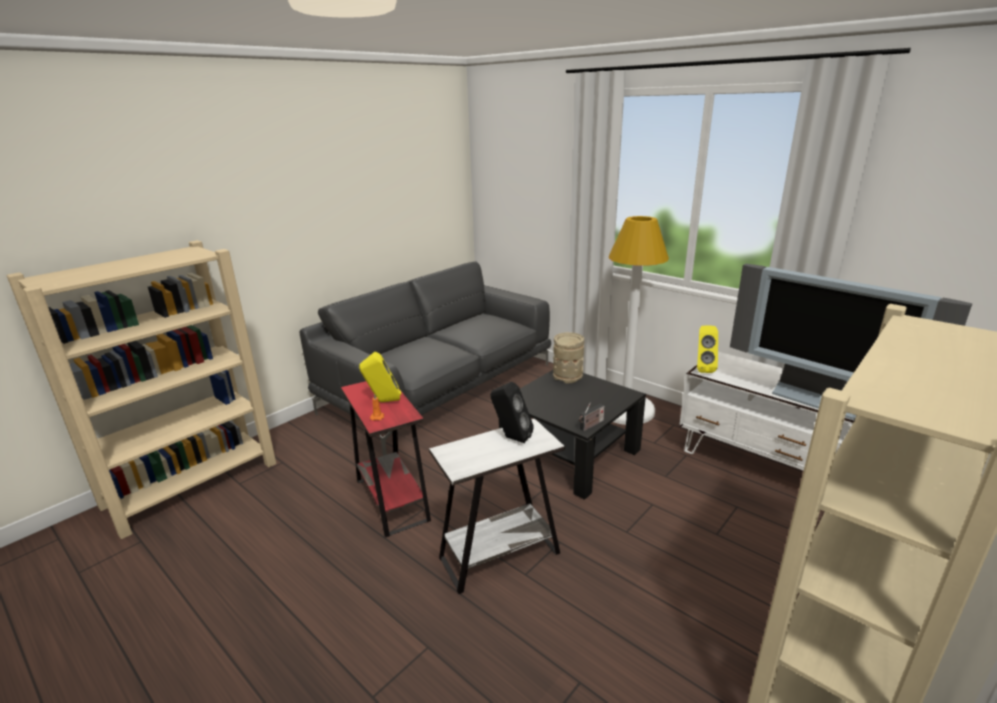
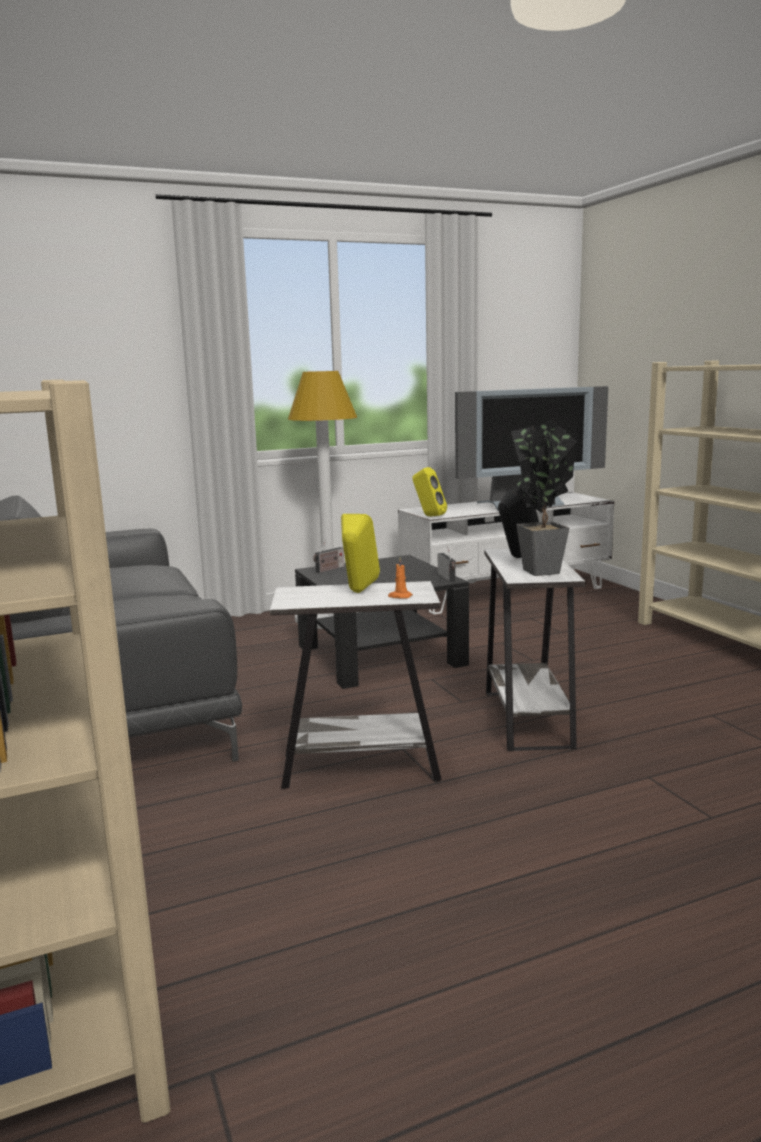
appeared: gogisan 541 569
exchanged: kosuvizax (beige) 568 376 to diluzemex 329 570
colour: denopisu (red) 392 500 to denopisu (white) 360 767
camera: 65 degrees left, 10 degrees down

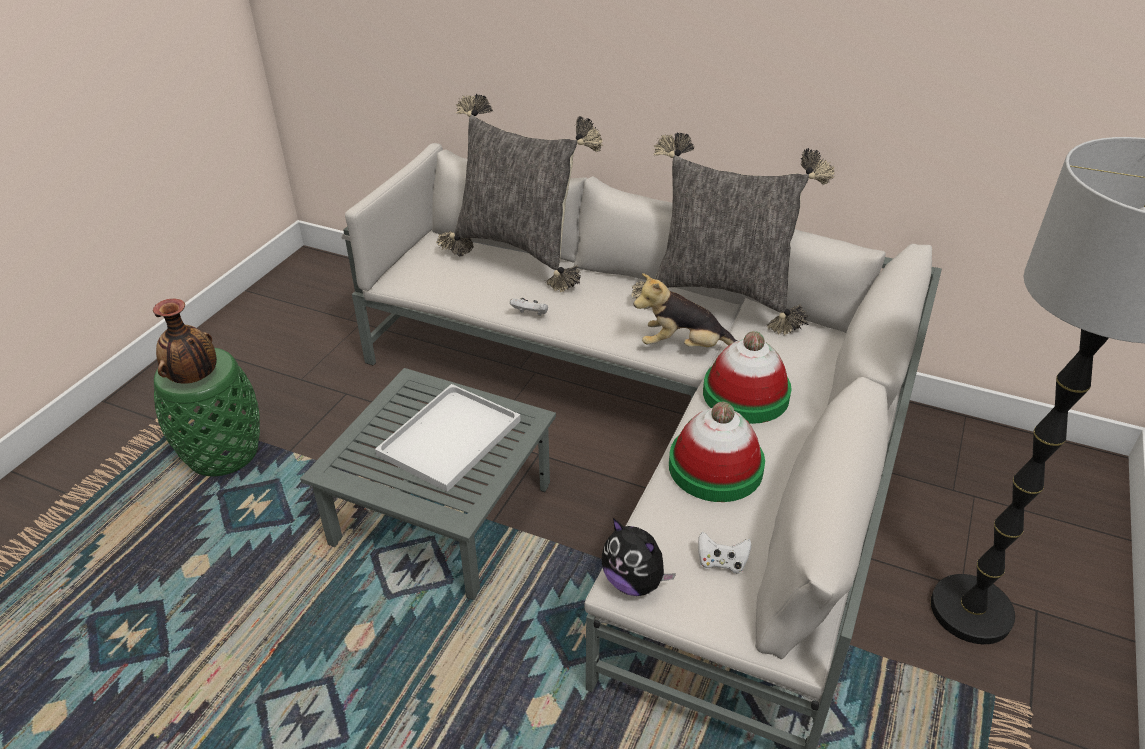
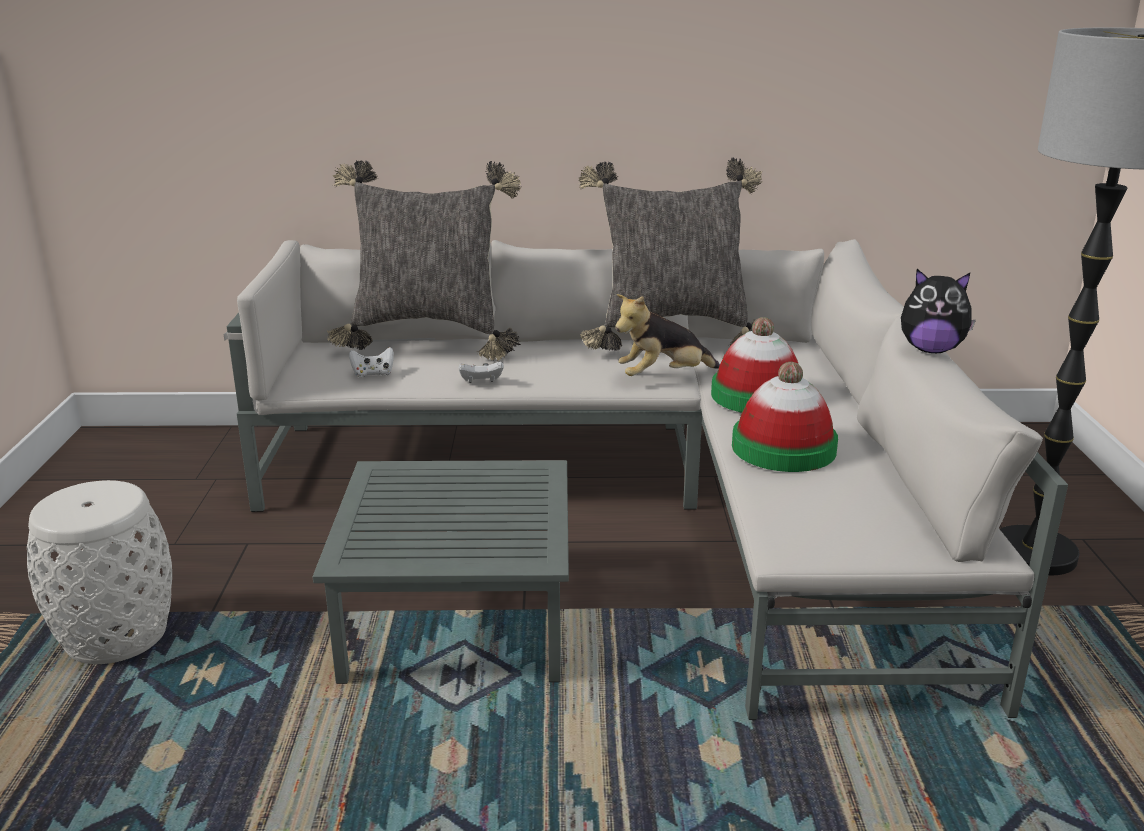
missing: kosuvizax 194 378; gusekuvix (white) 449 440
relocated: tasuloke 634 582 to 931 350; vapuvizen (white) 721 562 to 373 374
colour: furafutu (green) 223 453 to furafutu (white) 117 635
camera: 25 degrees left, 15 degrees down

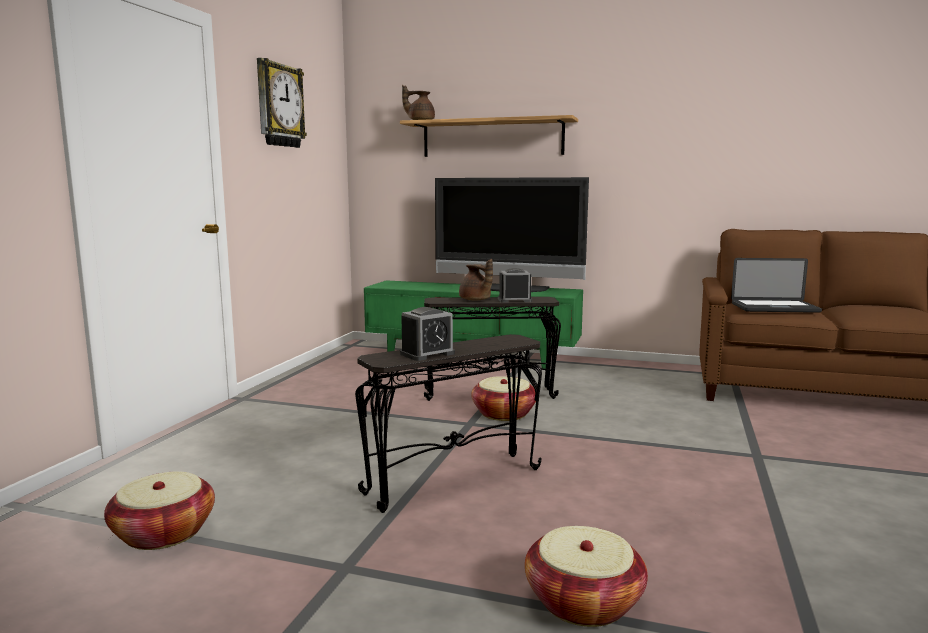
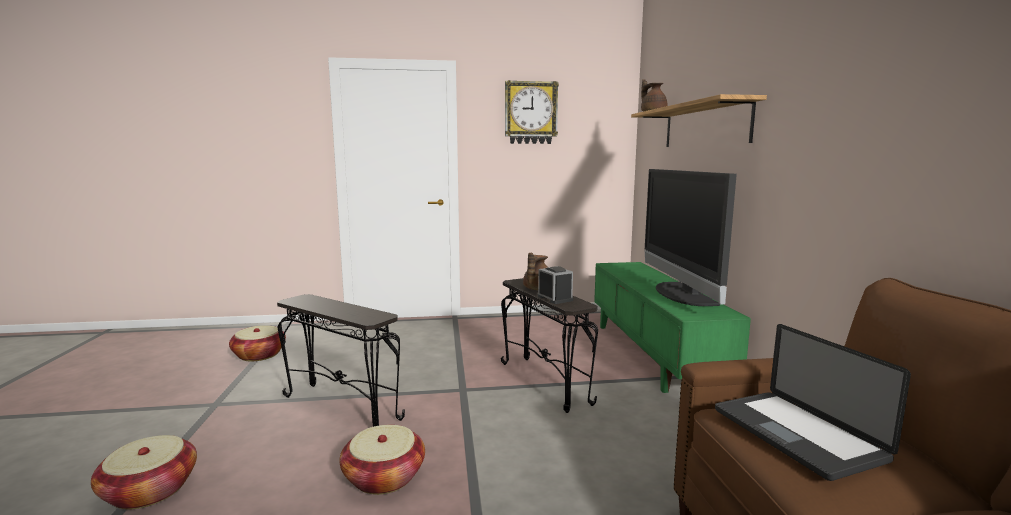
missing: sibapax 427 354
relocated: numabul 504 414 to 384 477
camera: 65 degrees right, 0 degrees up

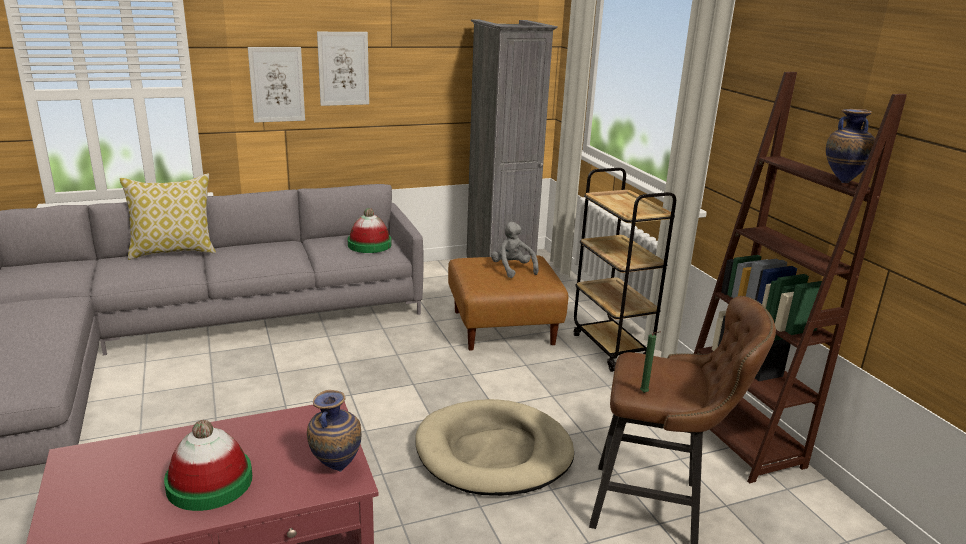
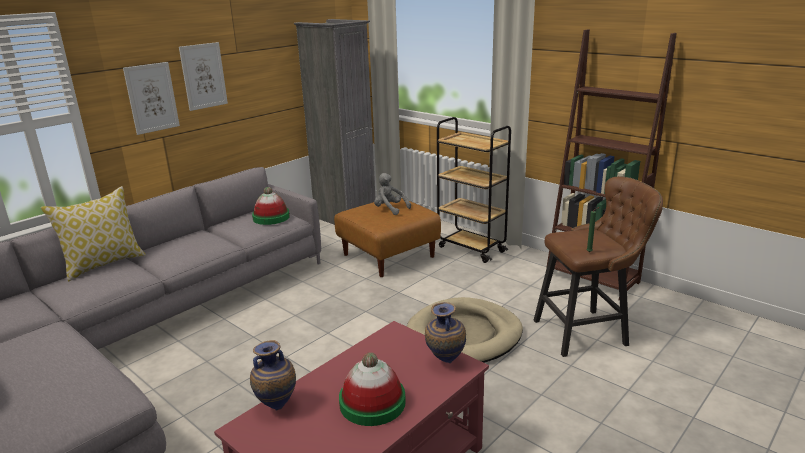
relocated: kosuvizax 842 181 to 277 406
camera: 25 degrees left, 0 degrees up

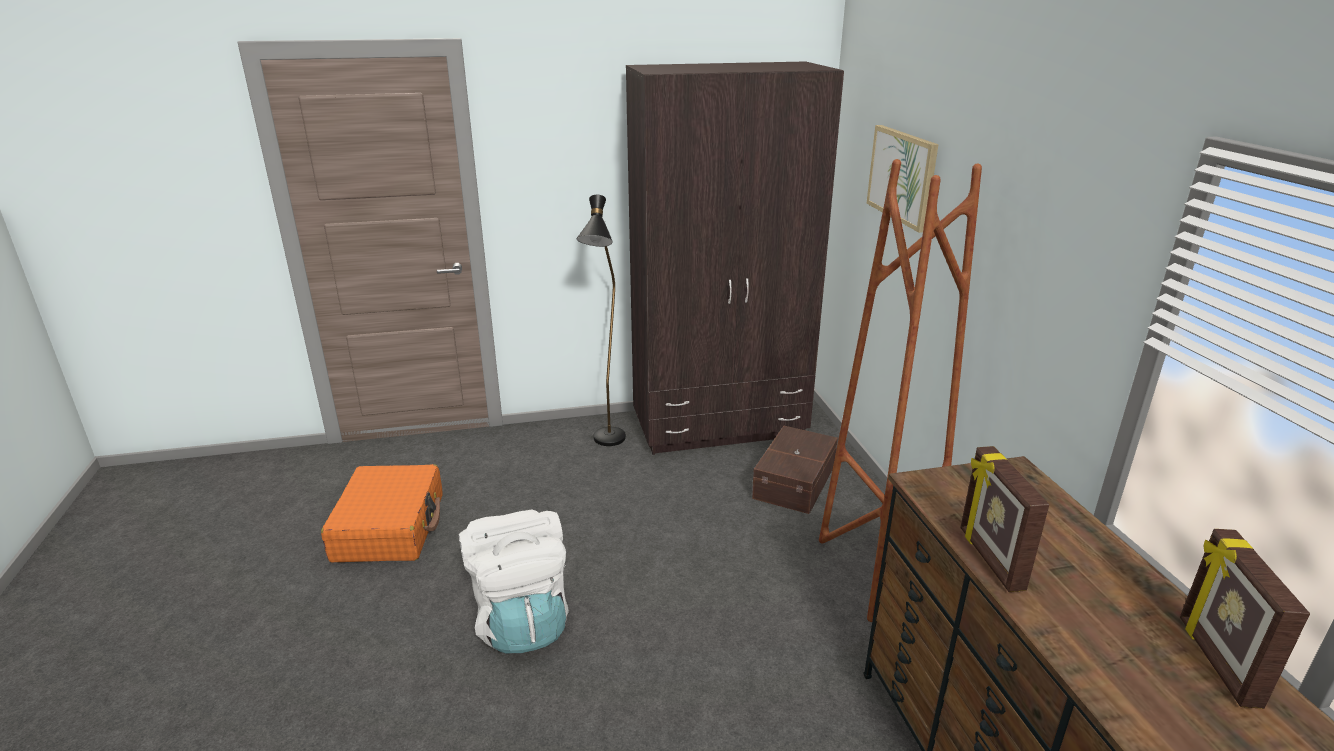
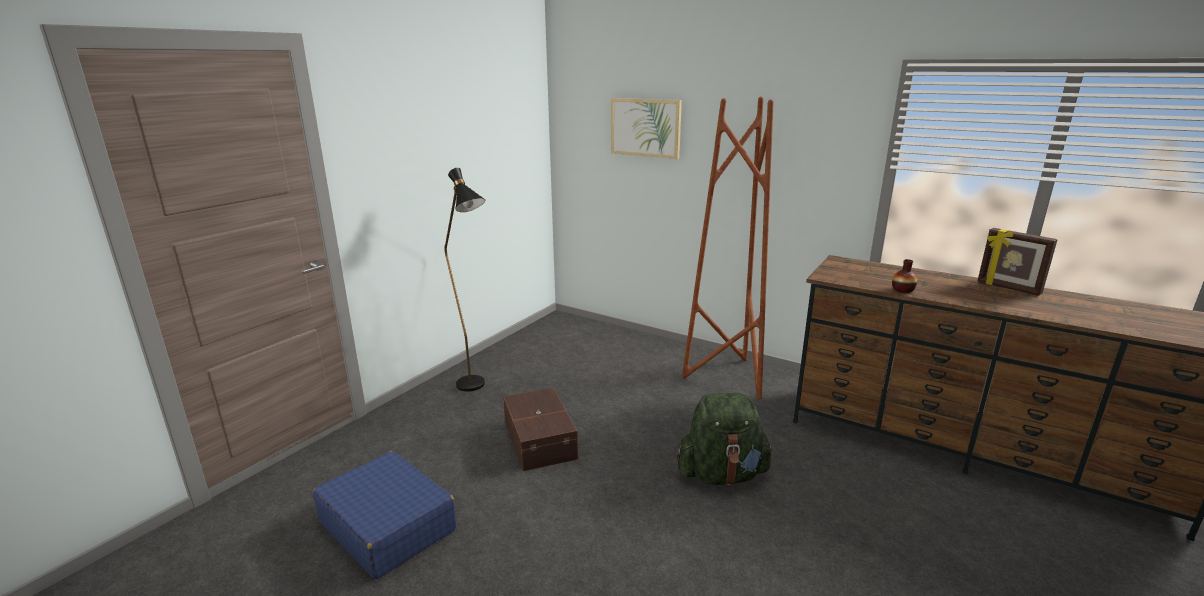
missing: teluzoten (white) 521 620; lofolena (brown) 720 426
appeared: teluzoten (green) 721 474
relocated: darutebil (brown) 796 481 to 541 439
exchanged: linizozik 989 559 to kosuvizax 902 290
colour: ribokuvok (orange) 390 527 to ribokuvok (blue) 387 525
camera: 45 degrees left, 5 degrees down

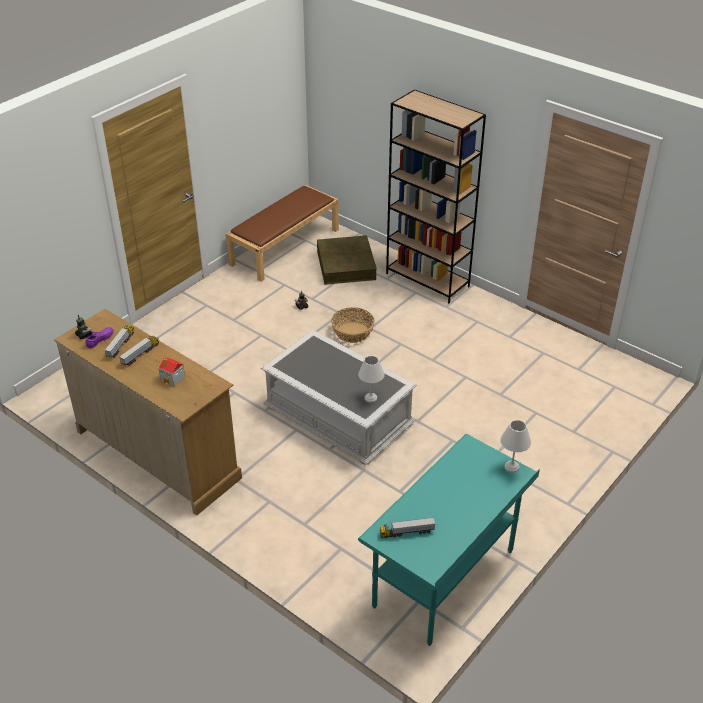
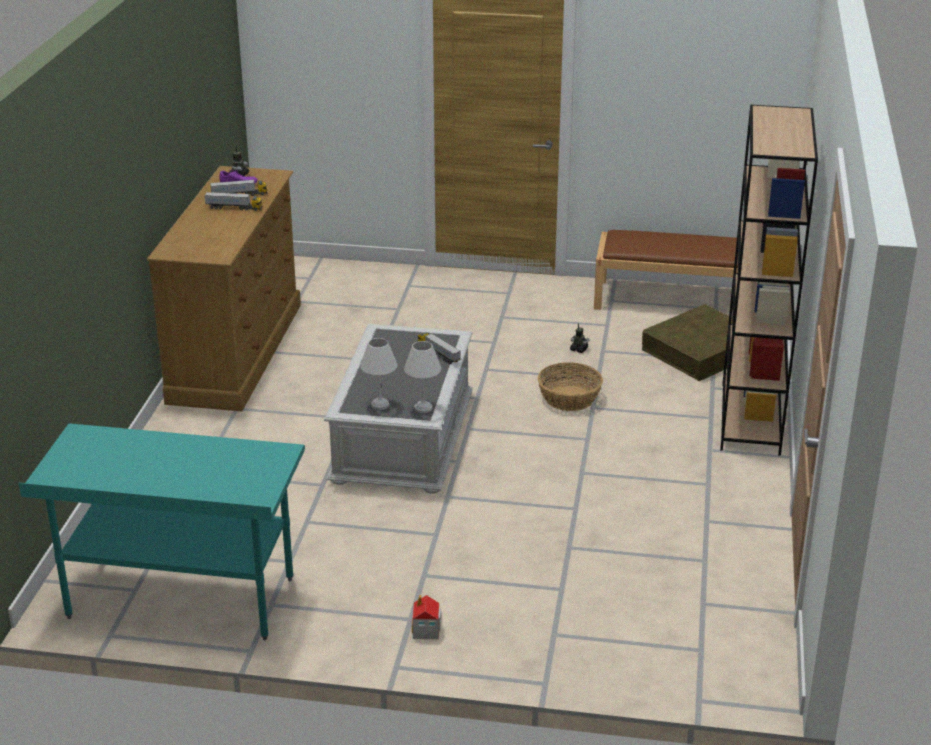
relocated: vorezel 173 378 to 426 631; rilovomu 407 532 to 438 354; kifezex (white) 511 467 to 422 408
camera: 60 degrees right, 10 degrees down

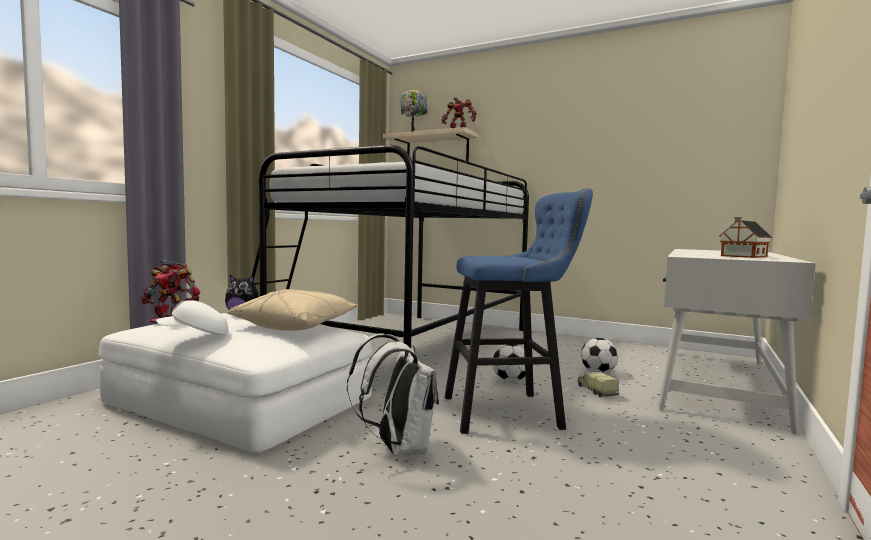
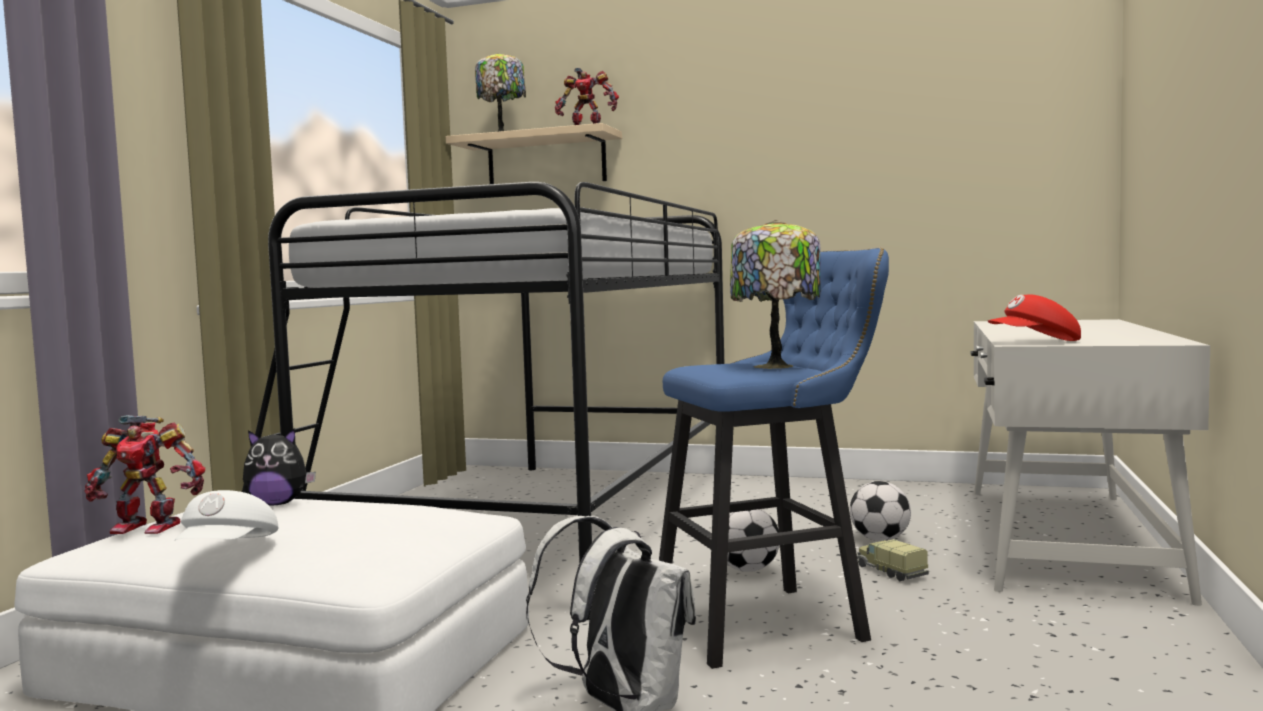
missing: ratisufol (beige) 296 326; vorezel 742 256
appeared: kifezex 776 366; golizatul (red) 1035 342
spun: golizatul (white) 195 335 = 229 551 60 degrees counterclockwise
camera: 10 degrees left, 0 degrees up

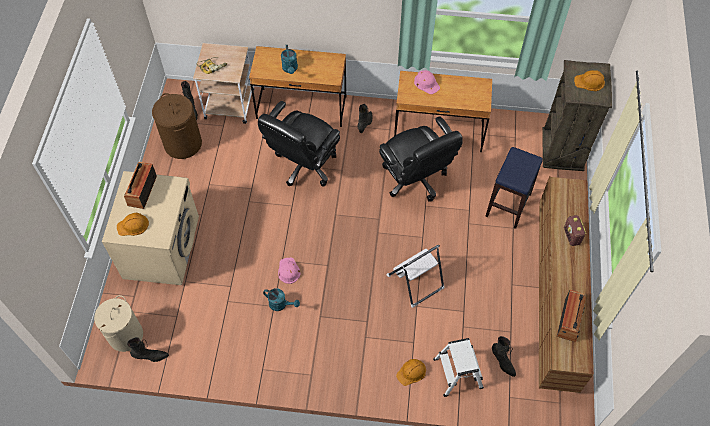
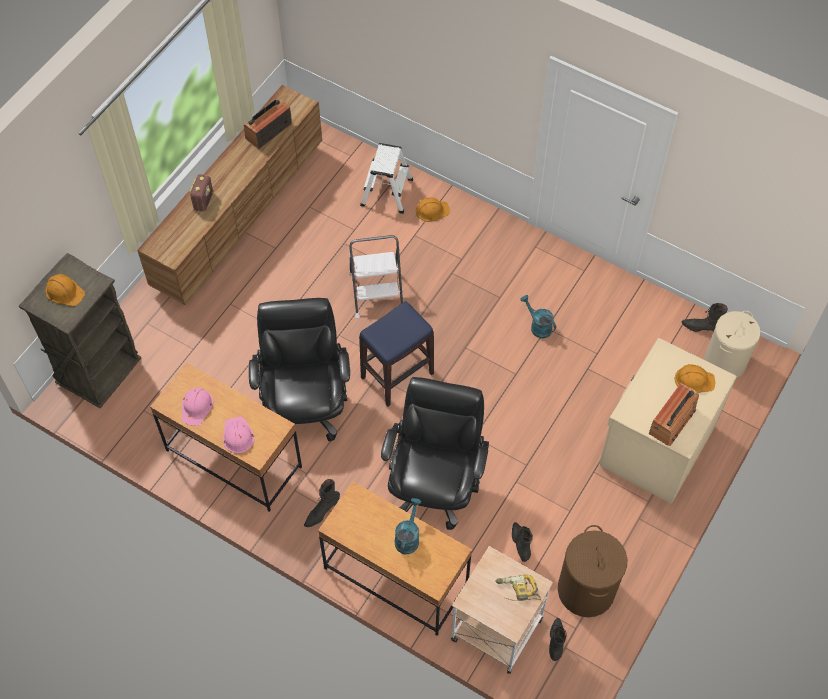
relocated: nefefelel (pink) 288 271 to 196 407; furafutu 508 205 to 397 375; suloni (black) 502 362 to 520 544
spun: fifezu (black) 303 166 = 435 485 45 degrees counterclockwise
camera: 155 degrees left, 0 degrees up

